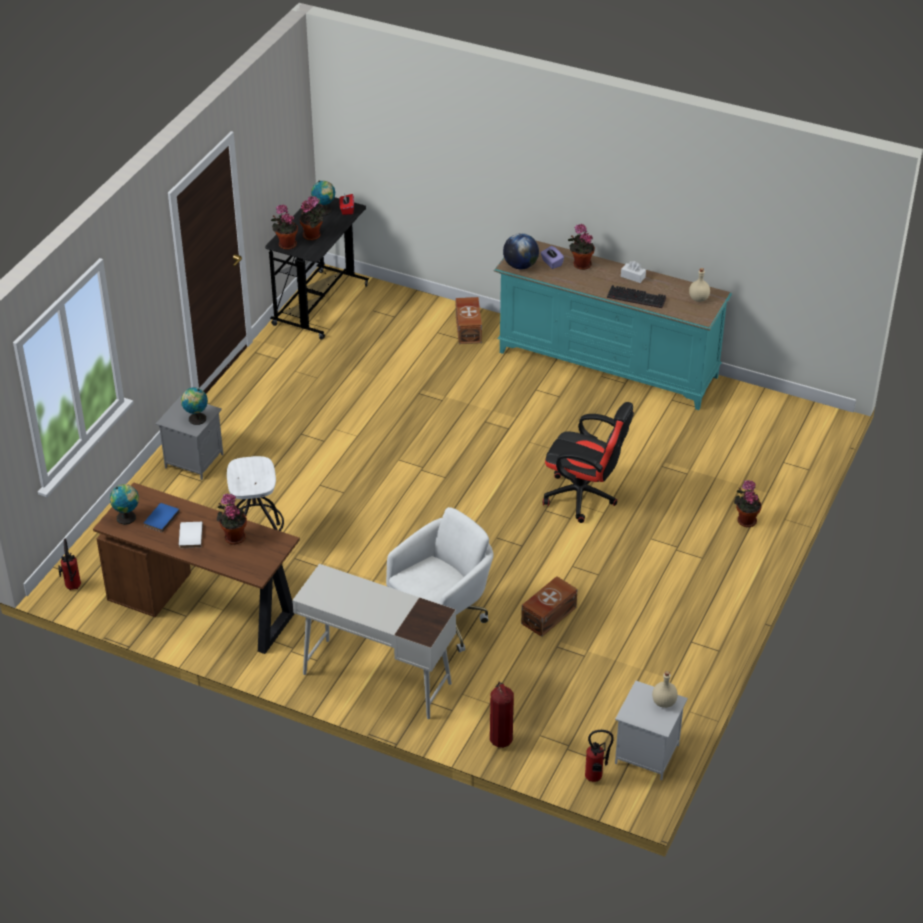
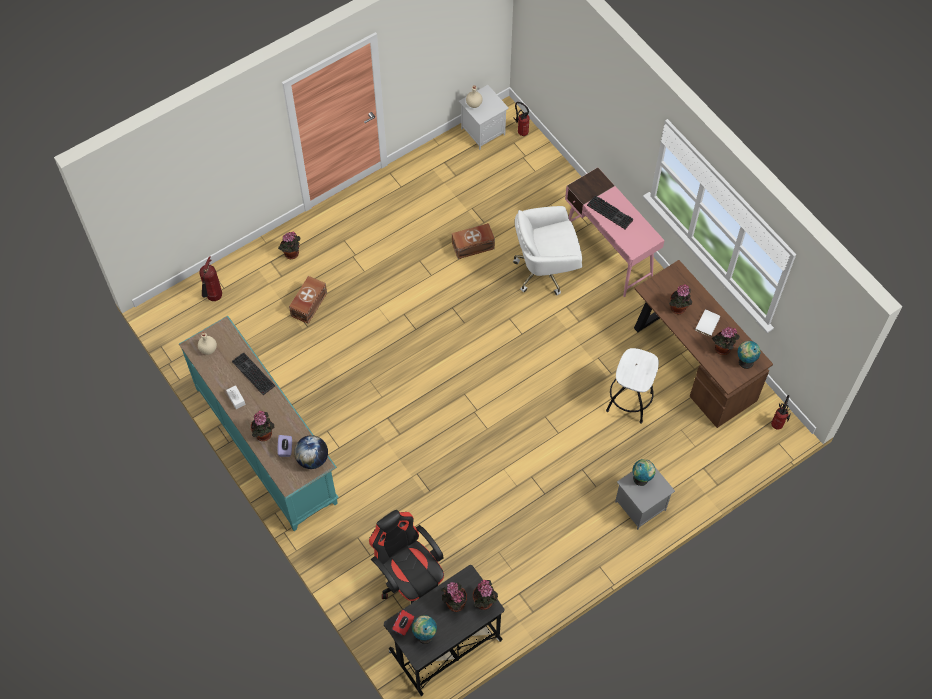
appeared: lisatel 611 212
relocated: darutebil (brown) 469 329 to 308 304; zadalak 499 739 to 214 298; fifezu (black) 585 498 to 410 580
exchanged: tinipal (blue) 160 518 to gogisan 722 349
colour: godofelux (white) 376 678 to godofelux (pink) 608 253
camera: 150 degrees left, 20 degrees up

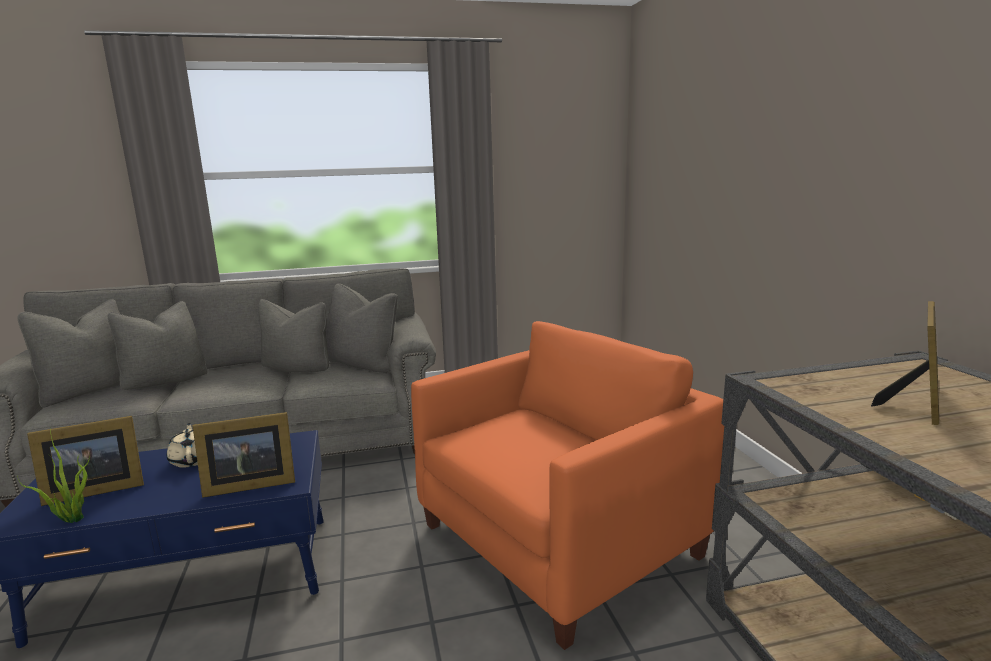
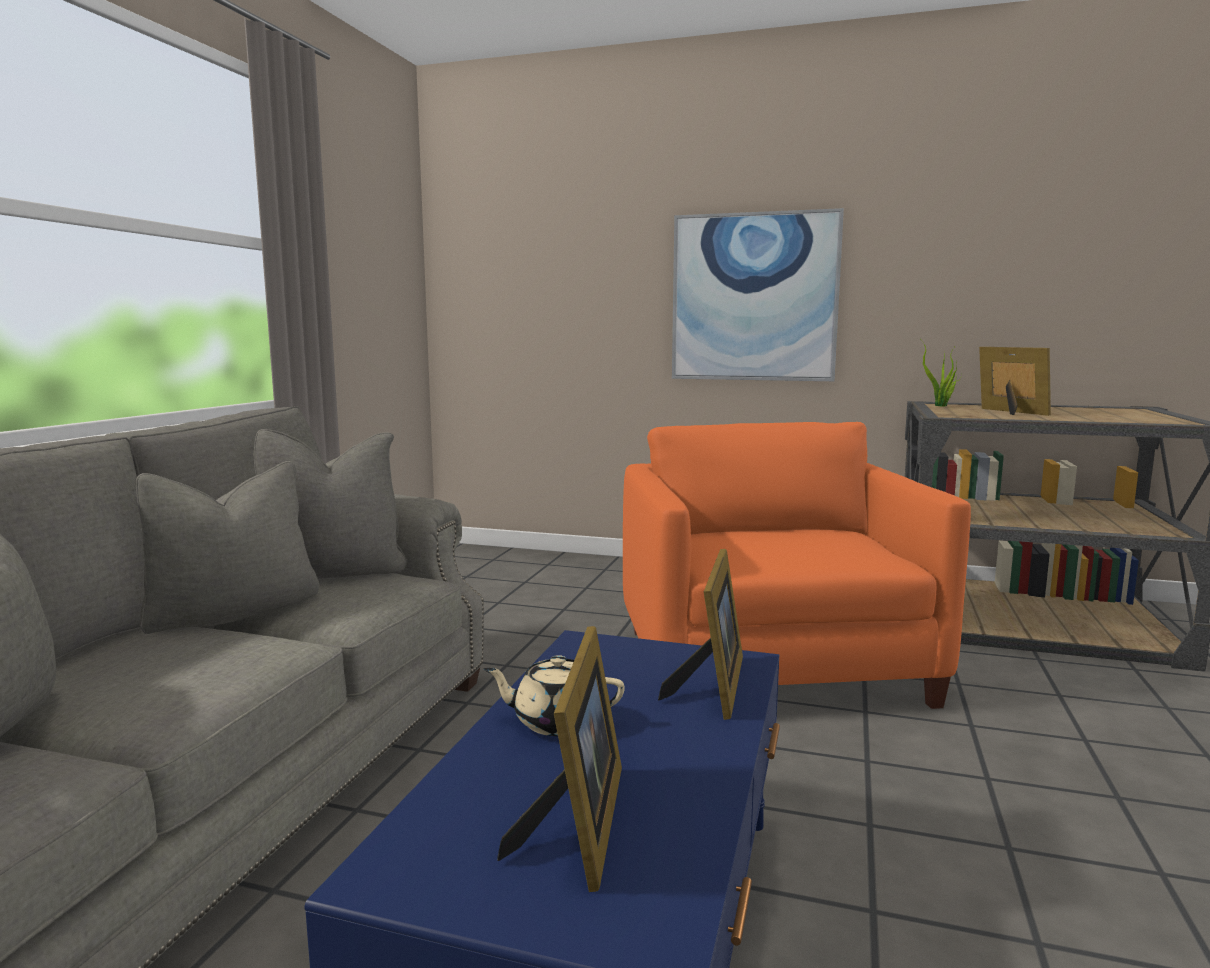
appeared: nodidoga 754 297
relocated: gogisan 71 519 to 940 406
camera: 60 degrees left, 5 degrees down

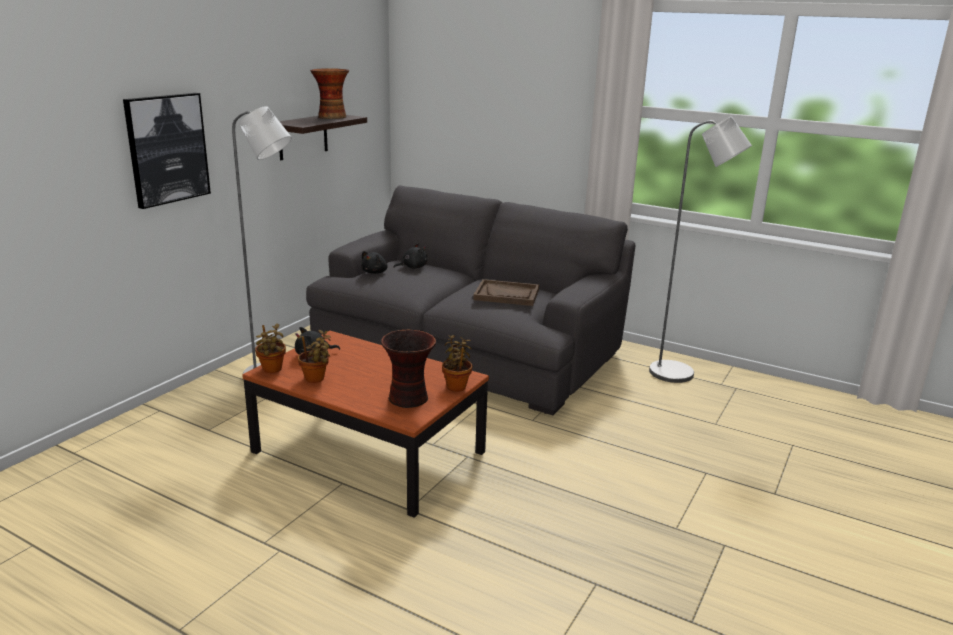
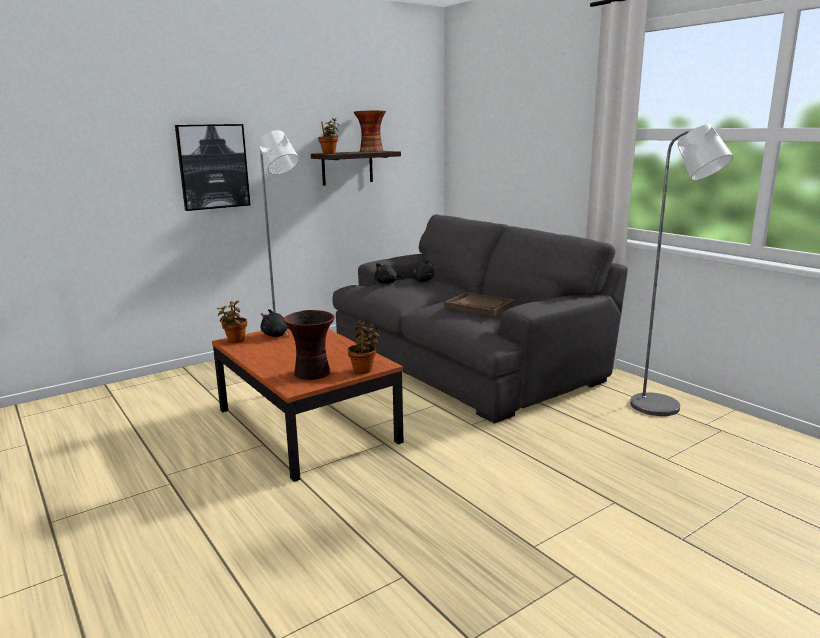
relocated: gogisan 316 379 to 329 153
camera: 25 degrees right, 5 degrees down

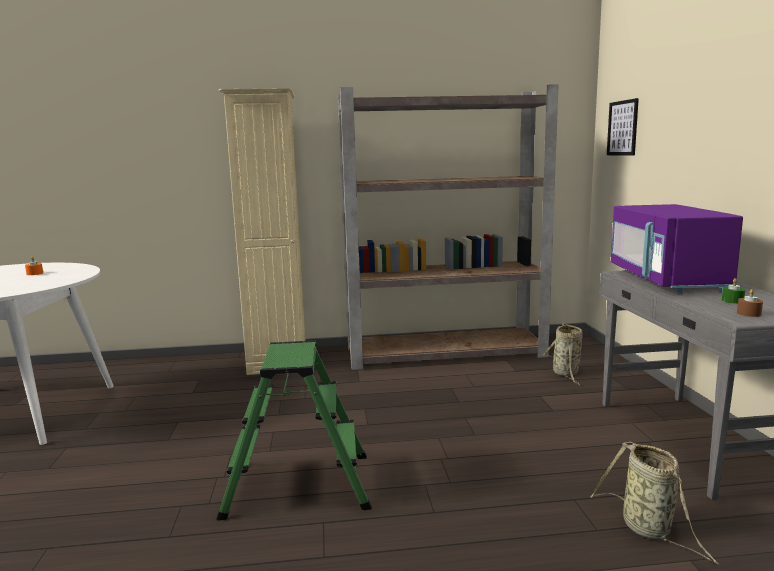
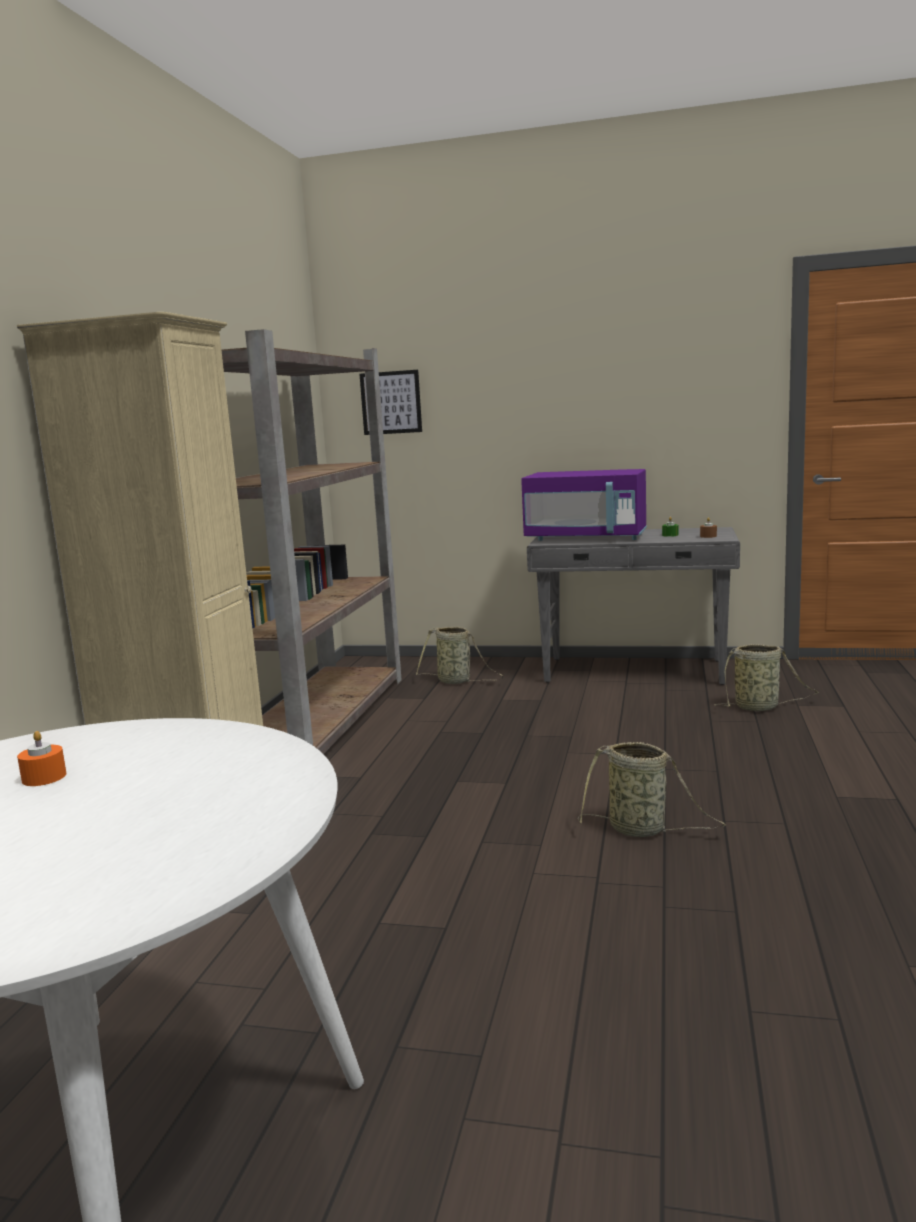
exchanged: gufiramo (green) 298 485 to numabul 641 830
camera: 70 degrees left, 0 degrees up

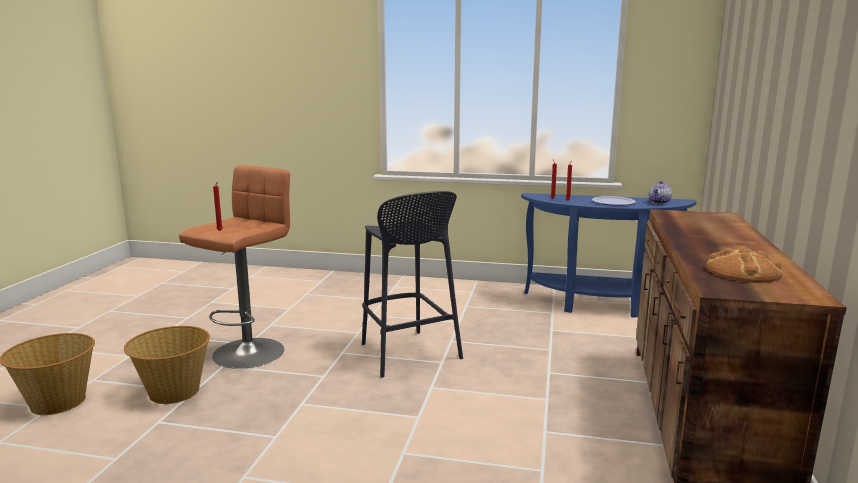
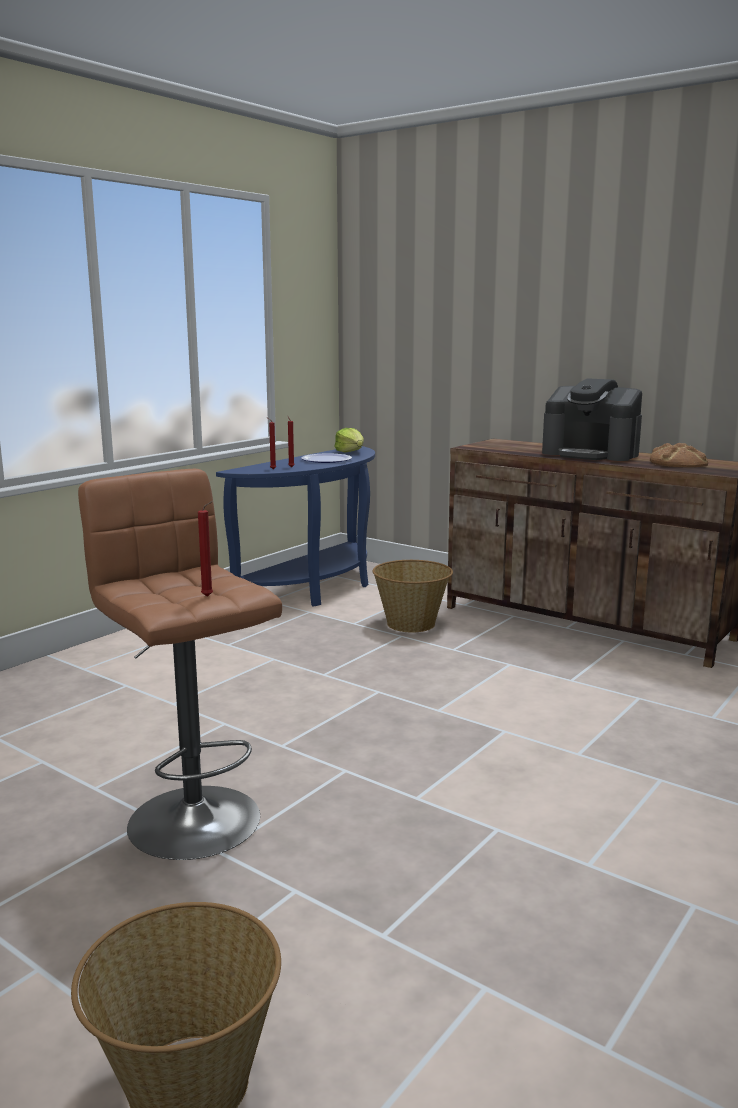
missing: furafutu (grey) 407 353
appeared: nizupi 591 454
relocated: numabul 173 392 to 411 624
exchanged: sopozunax 659 202 to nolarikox 350 452
camera: 65 degrees left, 0 degrees up

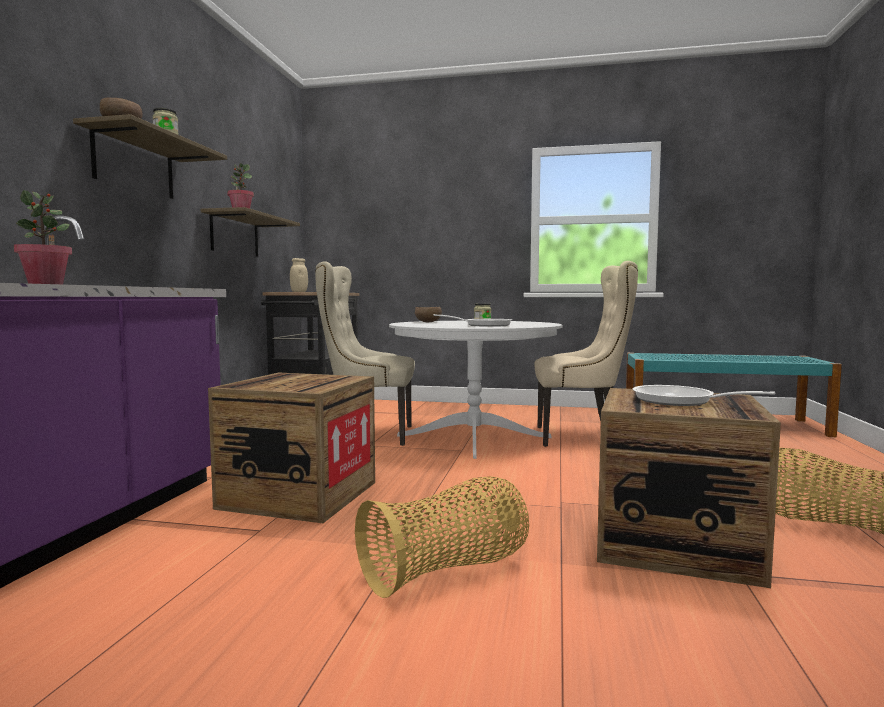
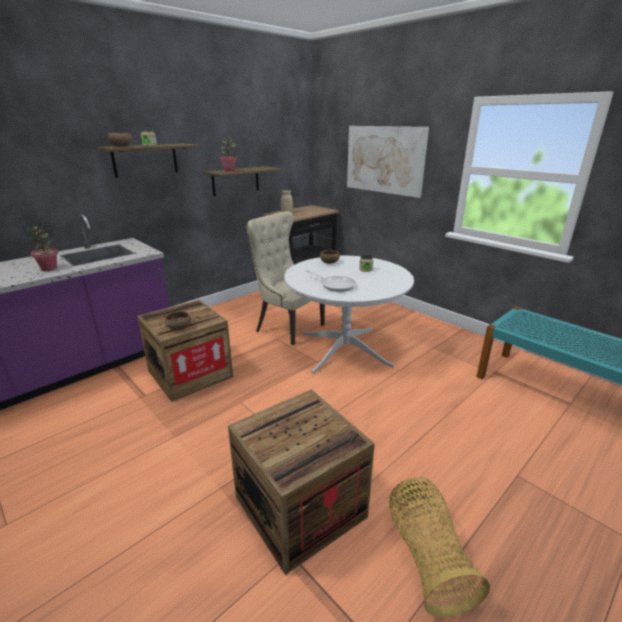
missing: numabul 447 571; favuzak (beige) 580 437; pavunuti 680 401
appeared: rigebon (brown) 178 328; nodidoga 384 160
camera: 35 degrees right, 20 degrees up

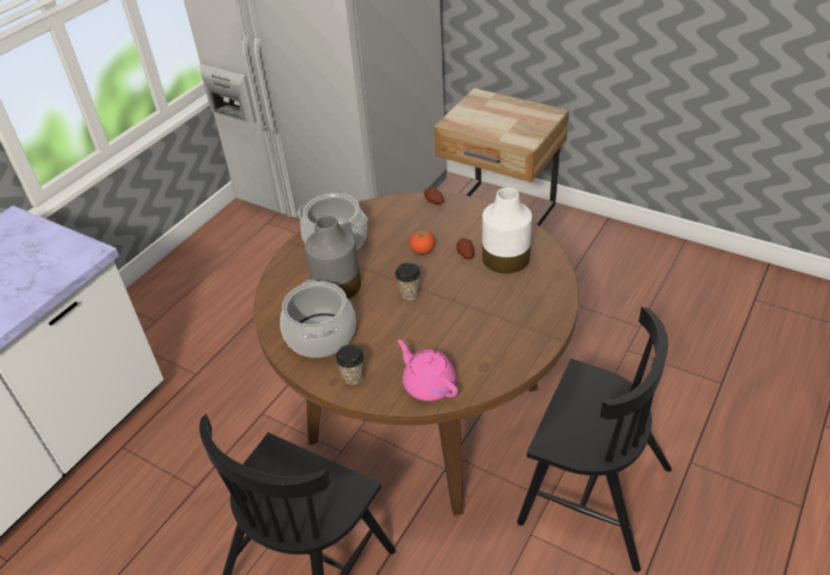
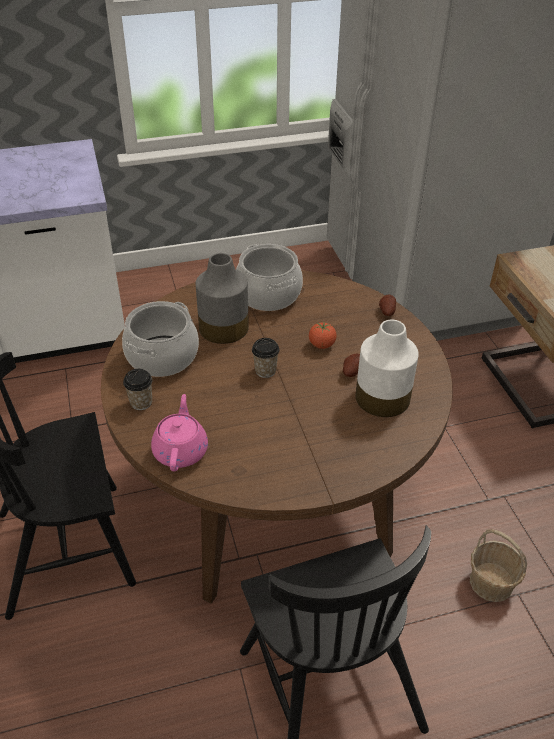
appeared: numabul 491 583
camera: 40 degrees right, 0 degrees up

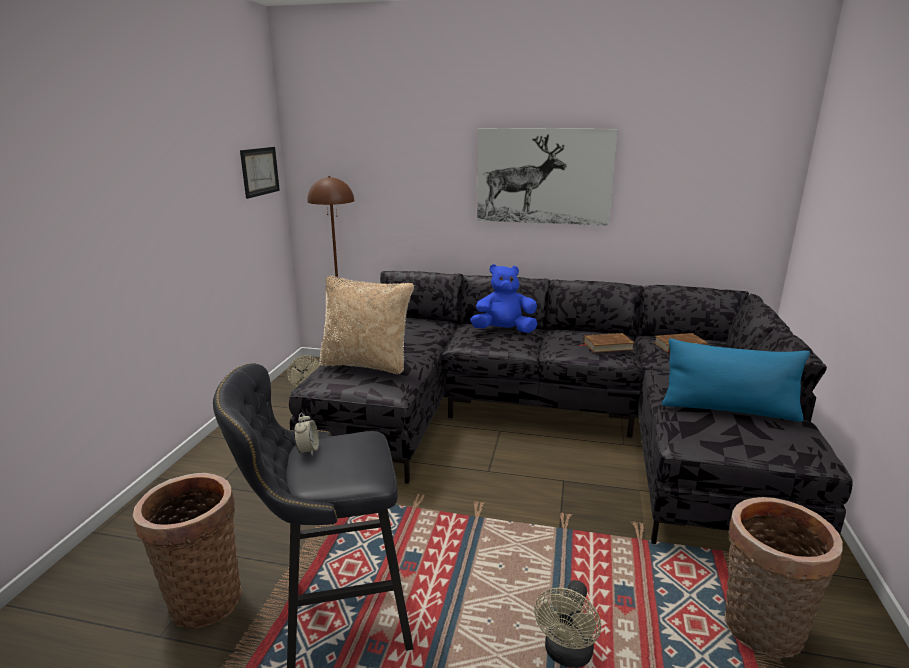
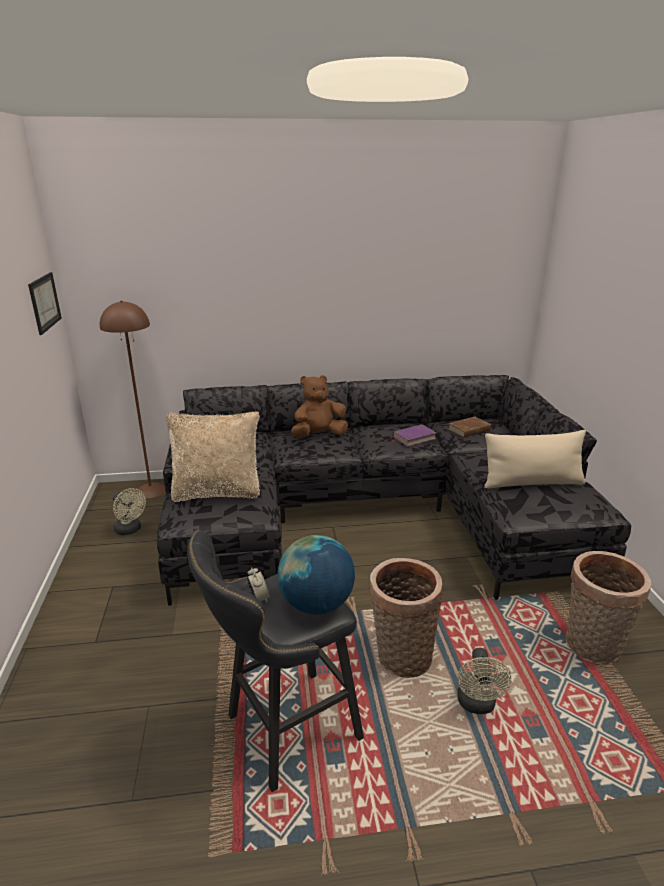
missing: nodidoga 544 176
appeared: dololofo 316 604
relocated: numabul 203 598 to 400 656
colour: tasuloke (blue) 504 331 to tasuloke (brown) 319 435; tinipal (brown) 607 346 to tinipal (purple) 414 438; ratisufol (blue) 728 409 to ratisufol (beige) 532 483
camera: 20 degrees left, 5 degrees up

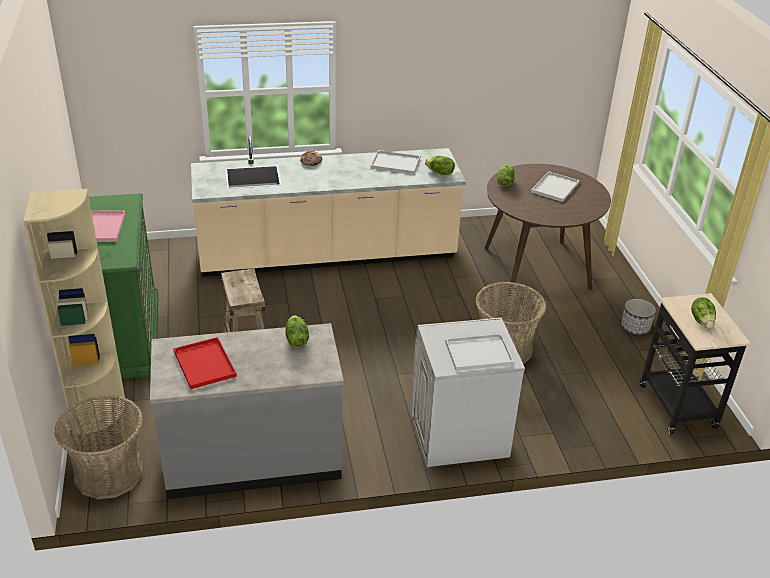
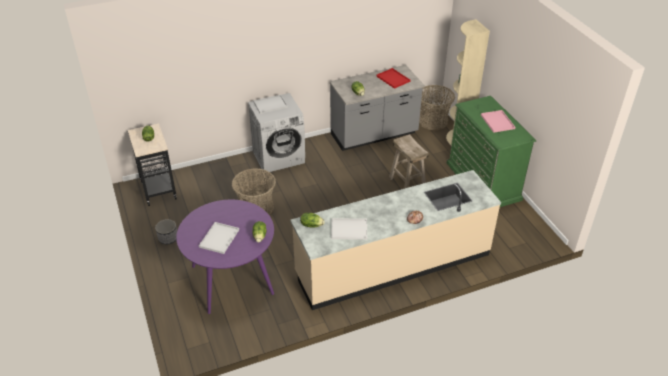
colour: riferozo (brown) 536 268 to riferozo (purple) 232 280
camera: 170 degrees right, 5 degrees up

